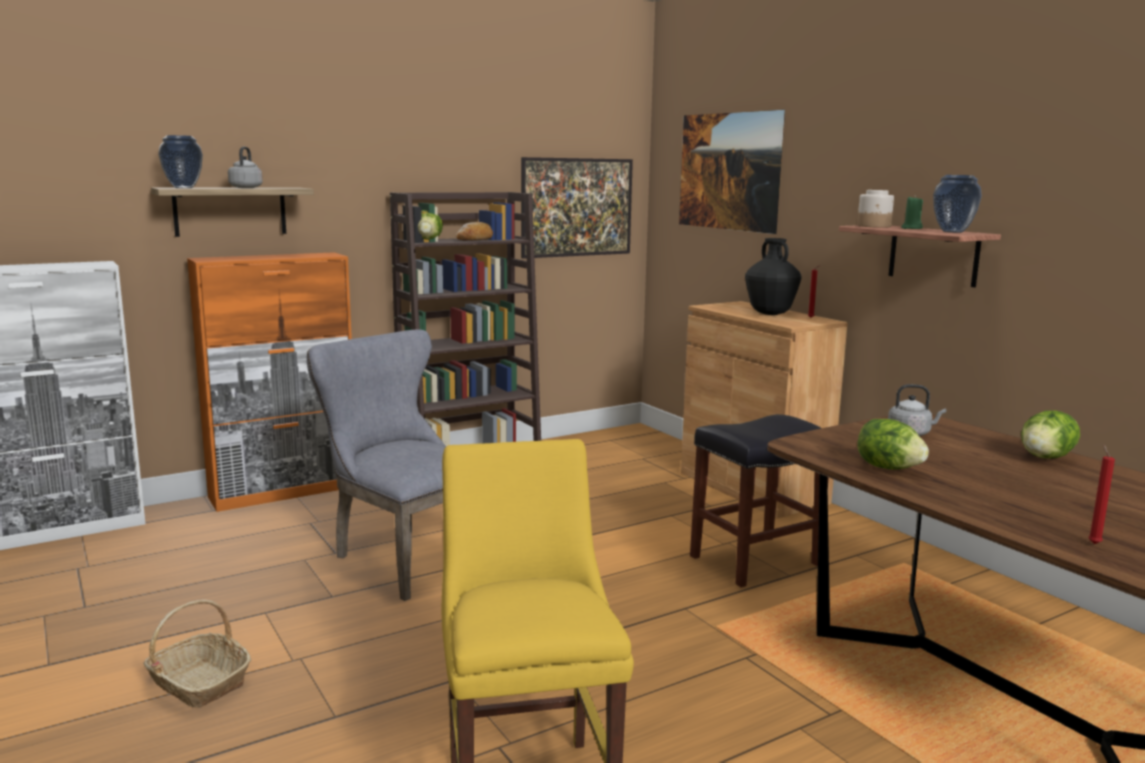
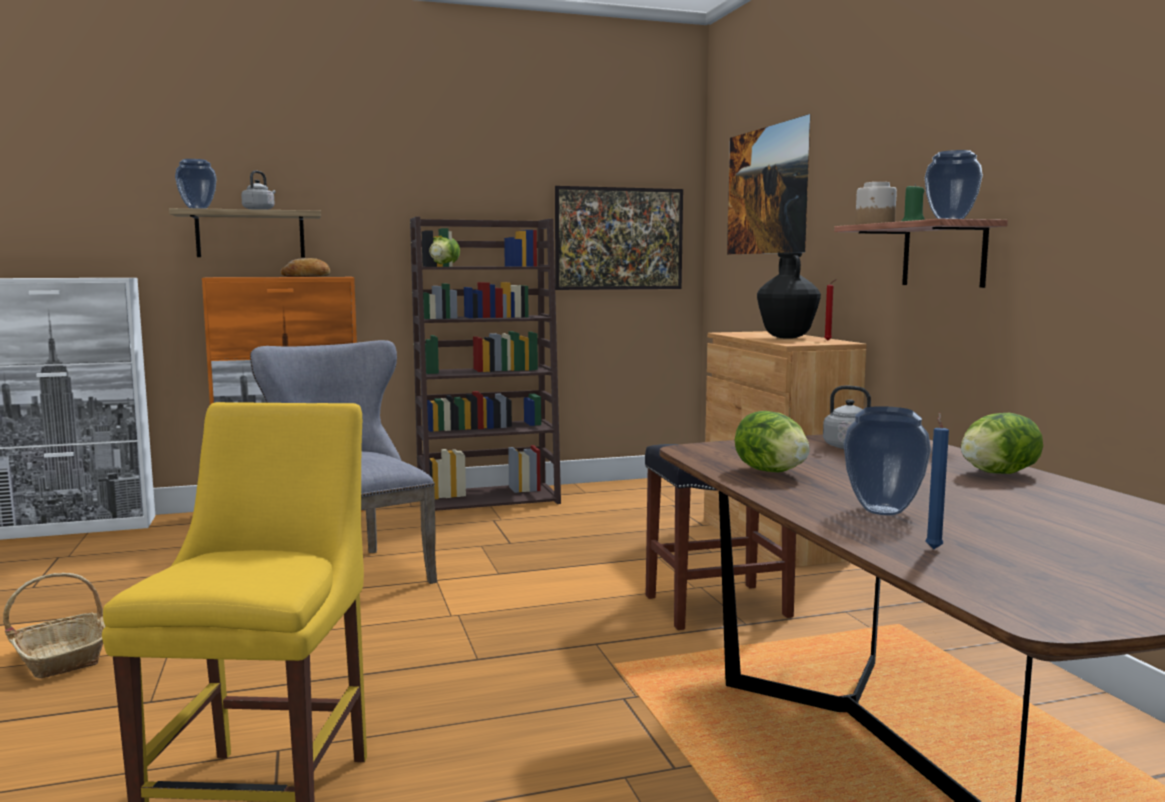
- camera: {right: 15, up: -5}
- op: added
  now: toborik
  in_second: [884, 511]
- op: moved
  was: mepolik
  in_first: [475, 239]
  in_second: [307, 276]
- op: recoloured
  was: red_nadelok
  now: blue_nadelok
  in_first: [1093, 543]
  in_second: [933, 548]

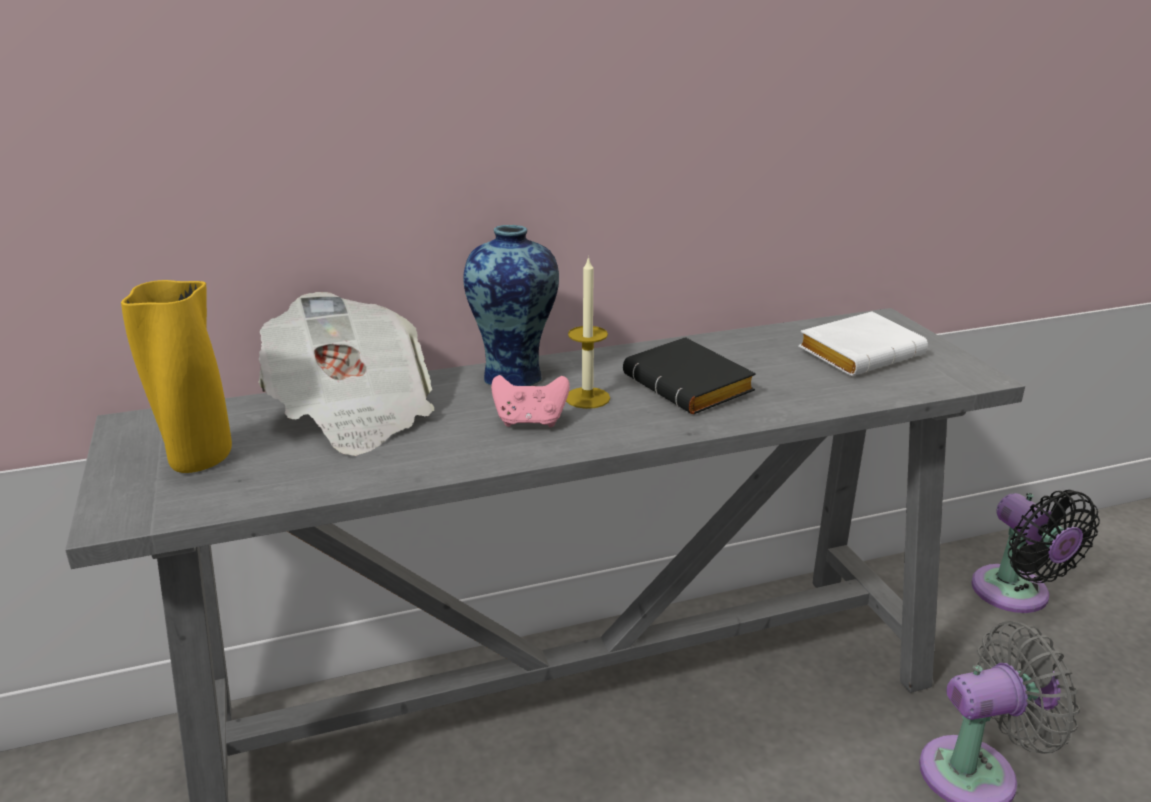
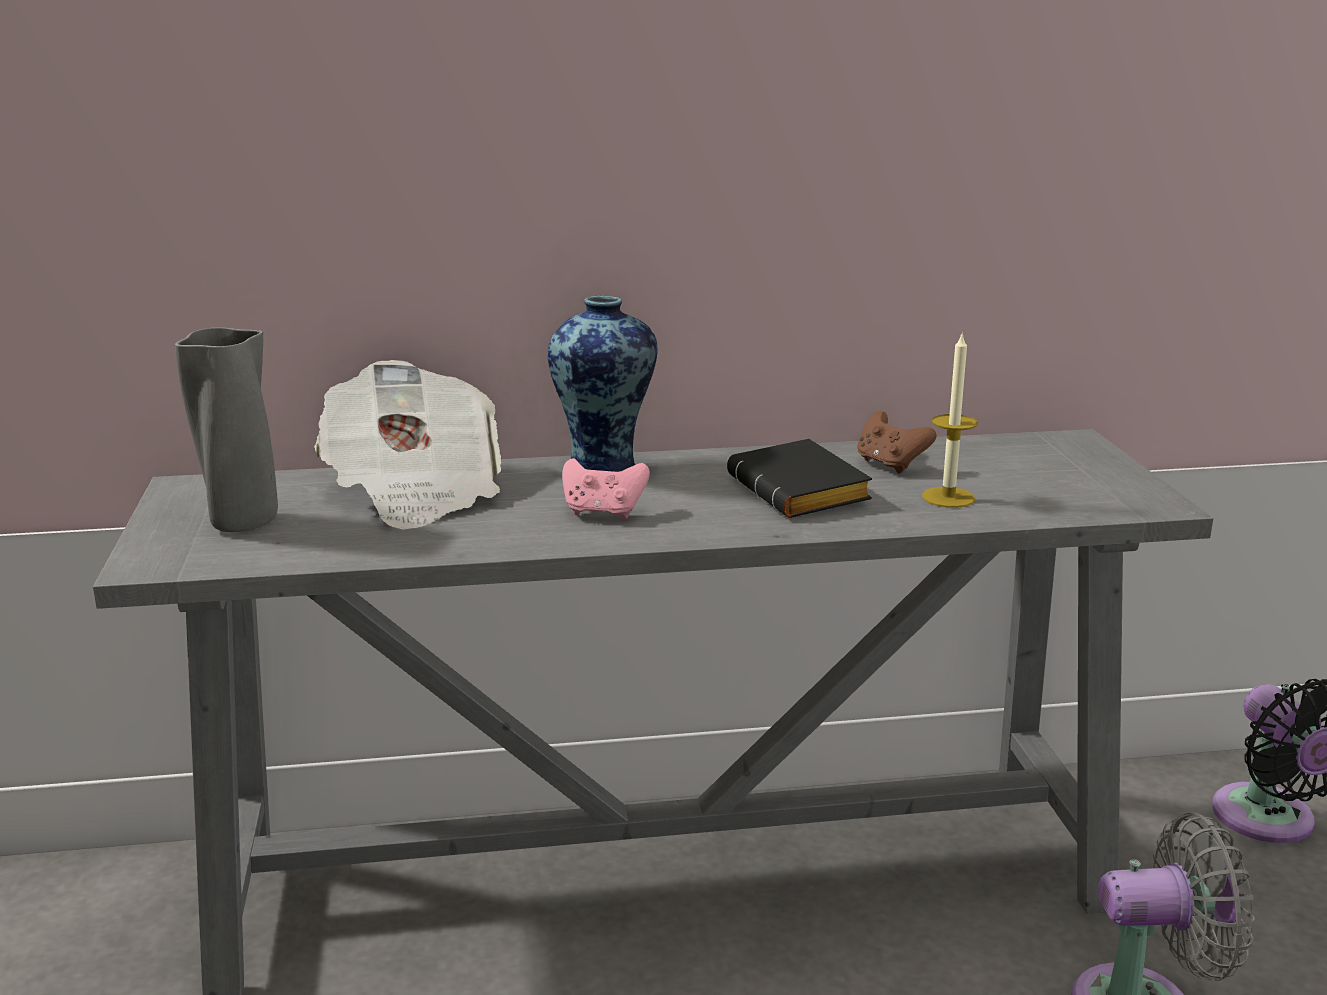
- camera: {right: 10, up: -5}
- op: removed
  was: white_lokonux
  in_first: [860, 352]
- op: added
  now: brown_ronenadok
  in_second: [890, 465]
- op: moved
  was: nadelok
  in_first: [587, 398]
  in_second: [948, 497]
- op: recoloured
  was: yellow_toborik
  now: grey_toborik
  in_first: [199, 460]
  in_second: [242, 522]

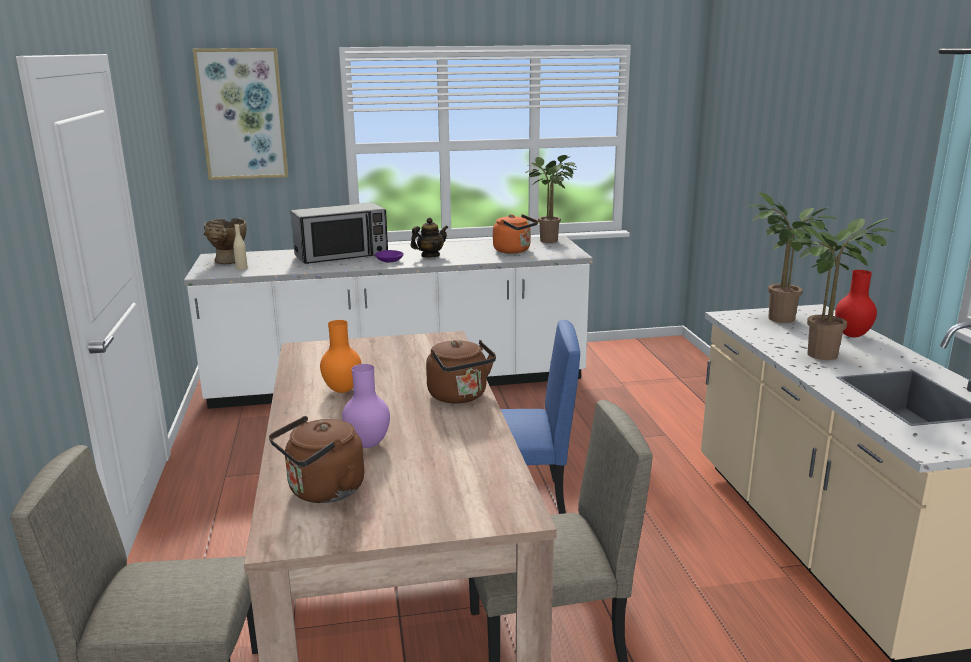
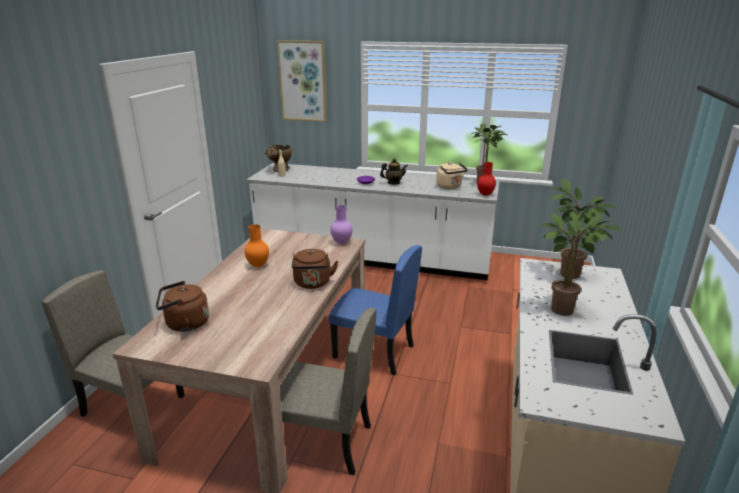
- camera: {right: 25, up: 5}
- op: removed
  was: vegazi
  in_first: [342, 255]
- op: moved
  was: purple_toborik
  in_first: [367, 444]
  in_second: [342, 242]
- op: moved
  was: red_toborik
  in_first: [852, 335]
  in_second: [485, 194]
- op: recoloured
  was: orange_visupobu
  now: beige_visupobu
  in_first: [514, 251]
  in_second: [450, 187]

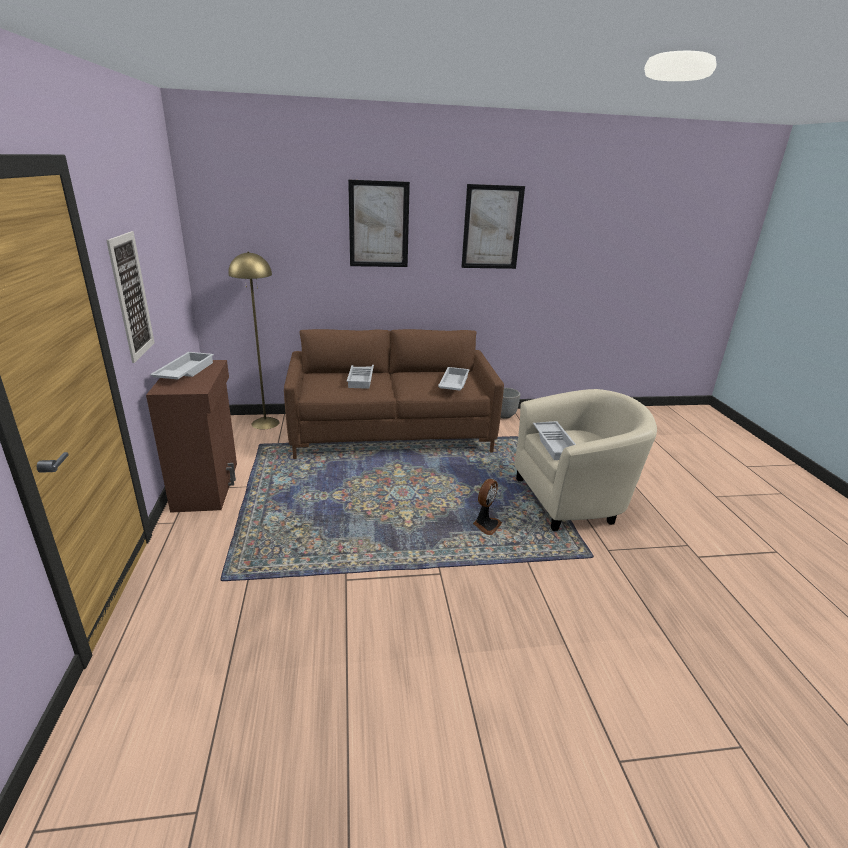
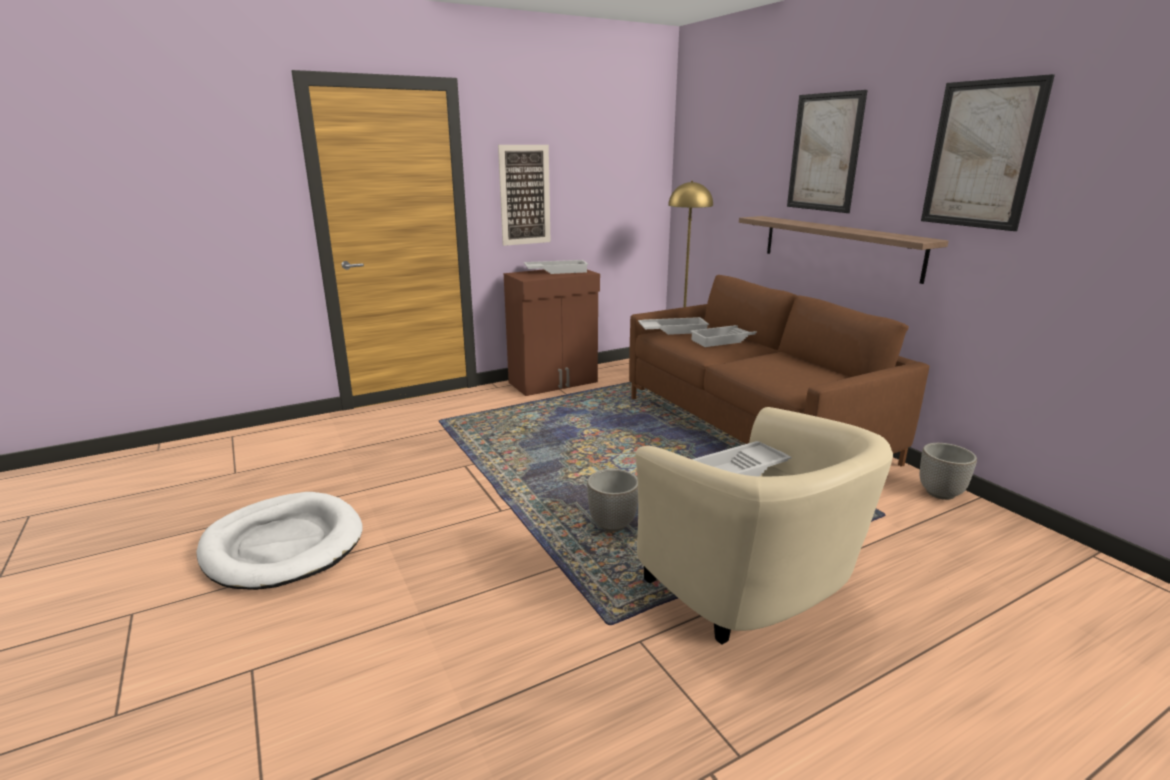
- camera: {right: 70, up: -5}
- op: added
  now: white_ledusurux
  in_second: [283, 545]
- op: added
  now: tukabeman
  in_second: [839, 246]
- op: moved
  was: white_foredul
  in_first: [453, 384]
  in_second: [672, 330]
- op: replaced
  was: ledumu
  now: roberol
  in_first: [486, 525]
  in_second: [613, 524]

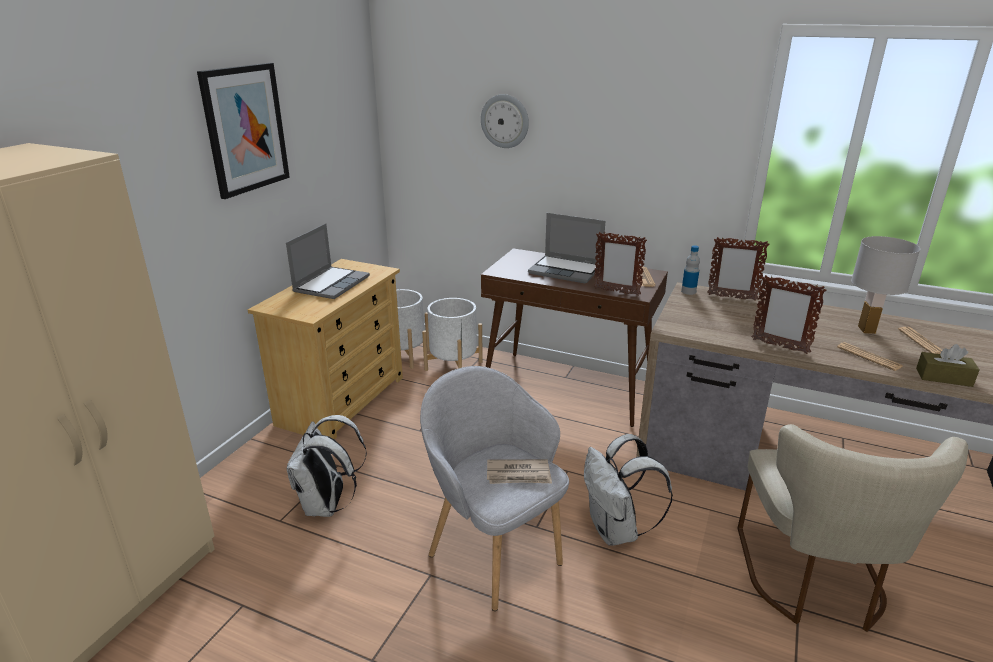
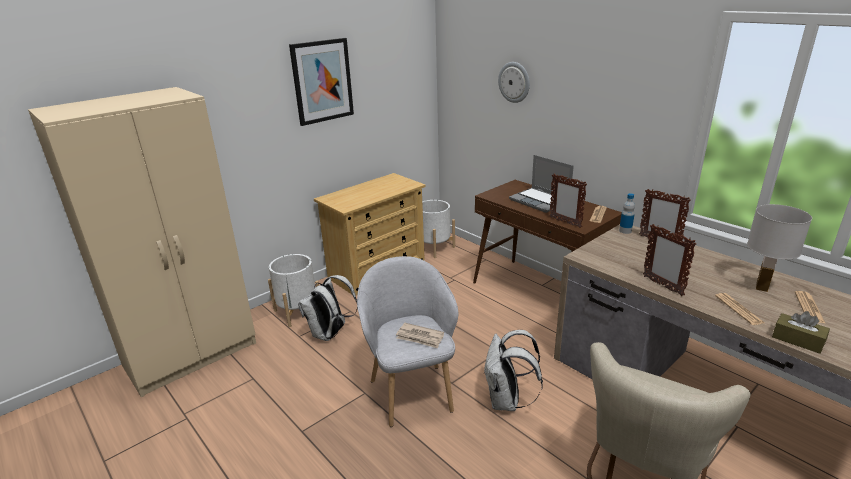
- camera: {right: 25, up: 0}
- op: removed
  was: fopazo
  in_first: [331, 284]
- op: moved
  was: white_roberol
  in_first: [453, 366]
  in_second: [298, 312]

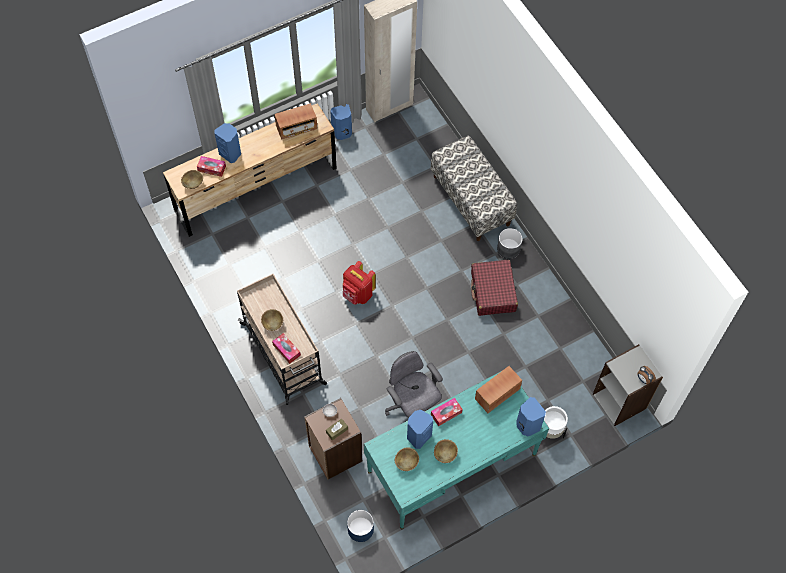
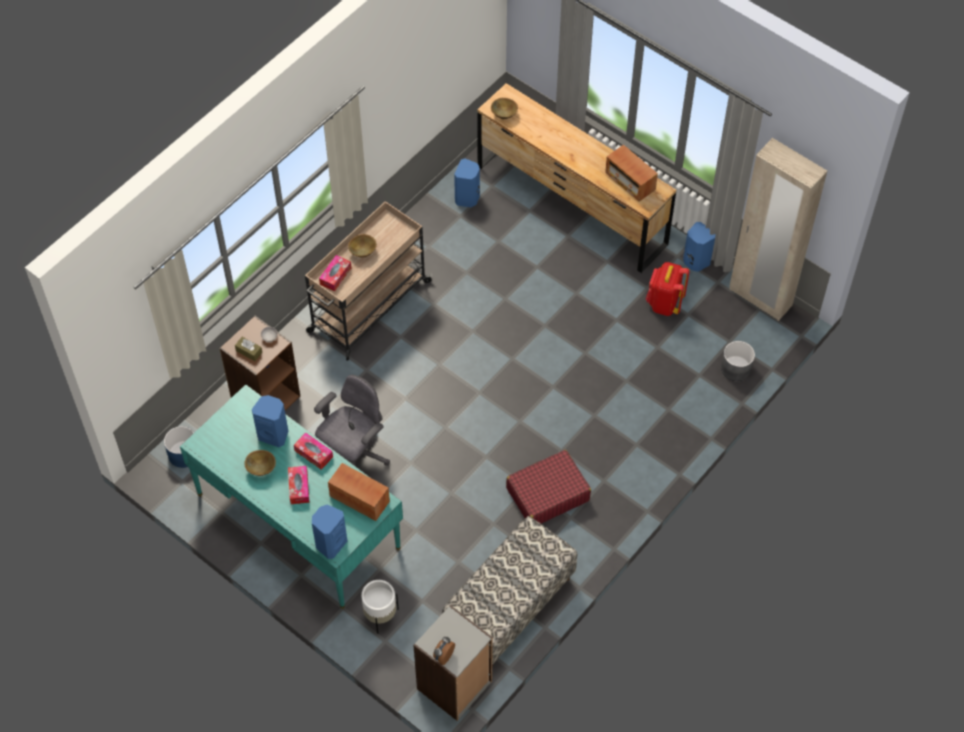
- camera: {right: 70, up: -5}
- op: removed
  was: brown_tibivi
  in_first: [406, 462]
- op: moved
  was: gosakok
  in_first: [212, 168]
  in_second: [299, 487]
- op: moved
  was: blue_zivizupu
  in_first: [231, 153]
  in_second: [468, 198]
- op: moved
  was: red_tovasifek
  in_first: [358, 294]
  in_second: [664, 303]
- op: moved
  was: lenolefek
  in_first: [471, 200]
  in_second: [509, 607]
- op: moved
  was: grey_roberol
  in_first: [508, 248]
  in_second: [736, 368]

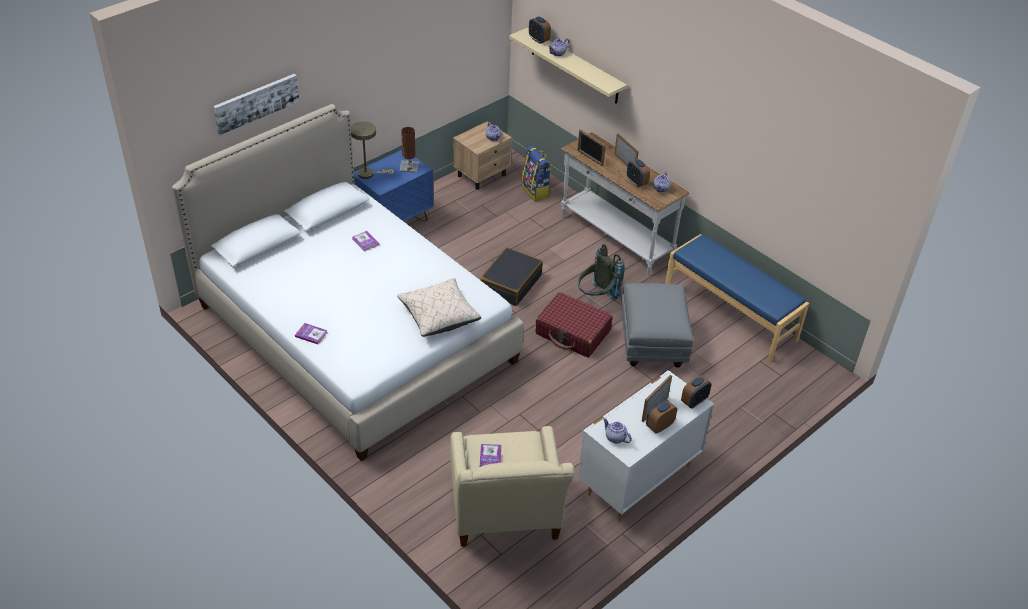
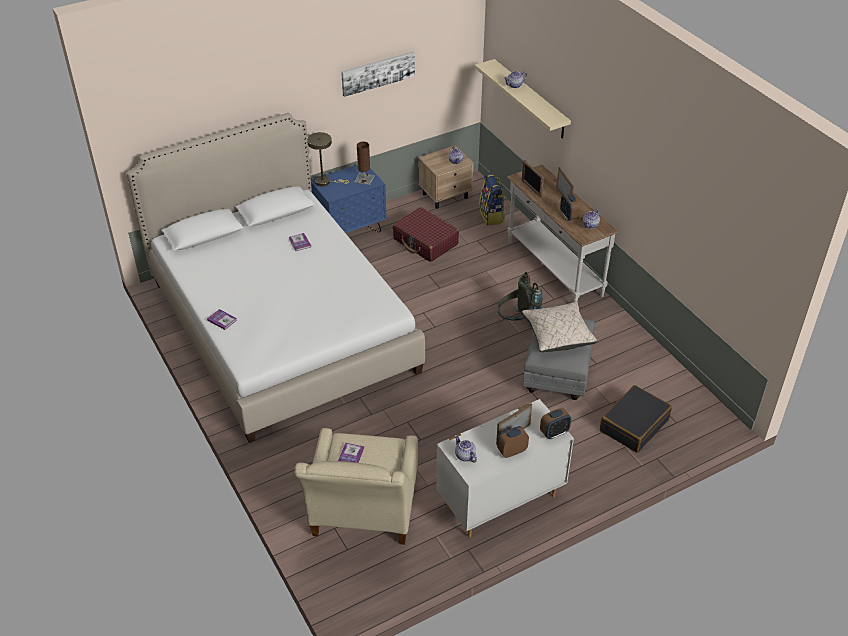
- camera: {right: 15, up: 0}
- op: removed
  was: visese
  in_first: [538, 40]
- op: removed
  was: blue_lenolefek
  in_first: [730, 314]
- op: moved
  was: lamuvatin
  in_first: [256, 102]
  in_second: [377, 73]
- op: moved
  was: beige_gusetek
  in_first: [439, 316]
  in_second: [558, 335]
- op: moved
  was: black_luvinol
  in_first: [510, 283]
  in_second: [633, 425]
- op: moved
  was: red_luvinol
  in_first: [573, 333]
  in_second: [425, 242]

